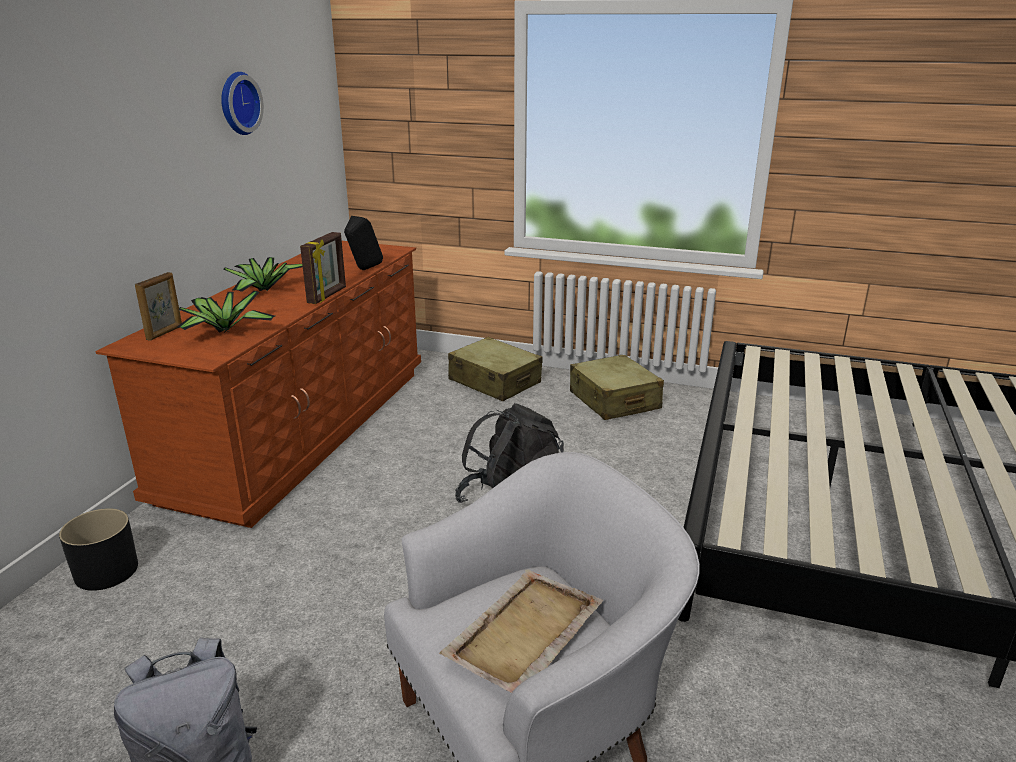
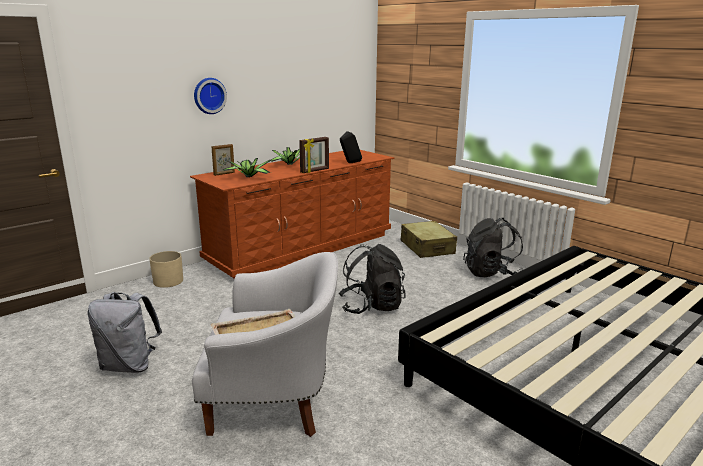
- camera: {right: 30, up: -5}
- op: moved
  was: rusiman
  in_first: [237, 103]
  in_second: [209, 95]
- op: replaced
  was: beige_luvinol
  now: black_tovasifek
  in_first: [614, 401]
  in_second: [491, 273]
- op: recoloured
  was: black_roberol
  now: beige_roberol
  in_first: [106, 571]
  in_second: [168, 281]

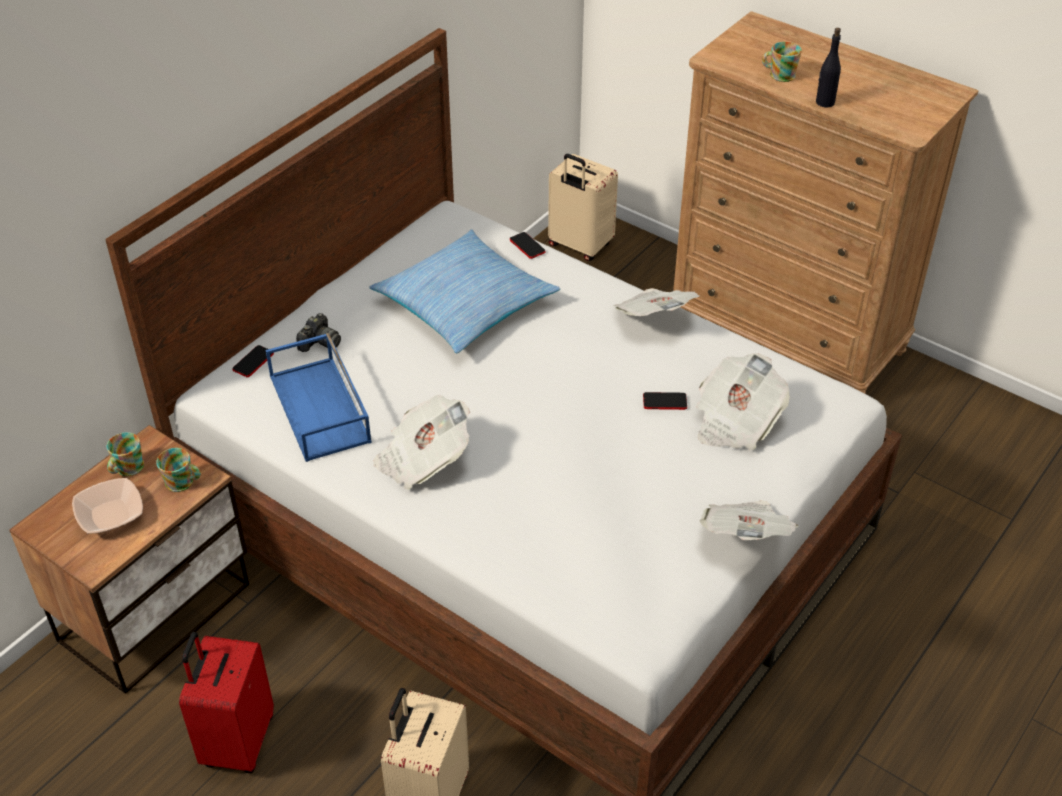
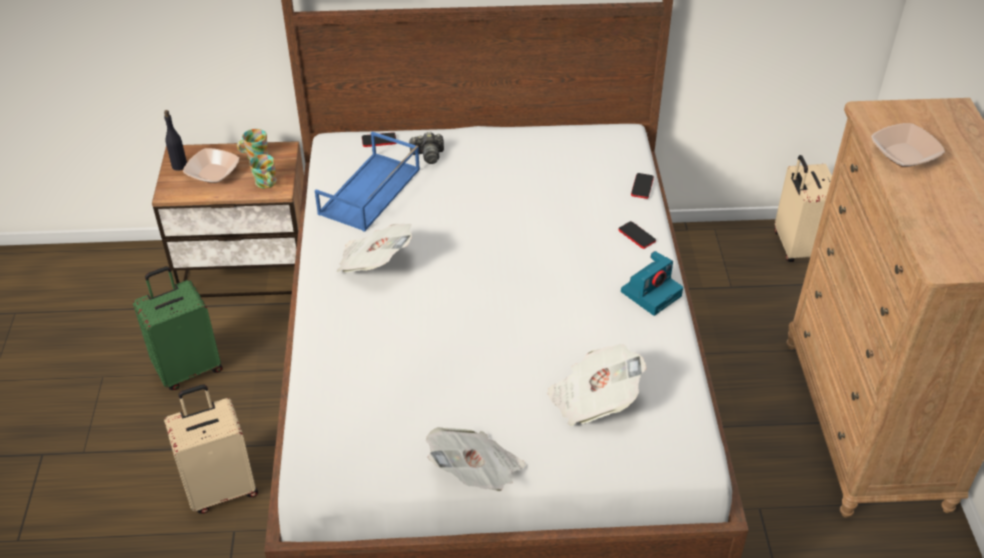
- camera: {right: 50, up: 0}
- op: removed
  was: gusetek
  in_first: [464, 304]
- op: moved
  was: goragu
  in_first: [664, 401]
  in_second: [637, 235]
- op: moved
  was: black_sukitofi
  in_first: [824, 102]
  in_second: [179, 165]
- op: replaced
  was: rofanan
  now: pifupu
  in_first: [654, 318]
  in_second: [651, 293]
- op: replaced
  was: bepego
  now: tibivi
  in_first: [778, 75]
  in_second: [903, 155]
- op: recoloured
  was: red_luvinol
  now: green_luvinol
  in_first: [237, 742]
  in_second: [188, 368]

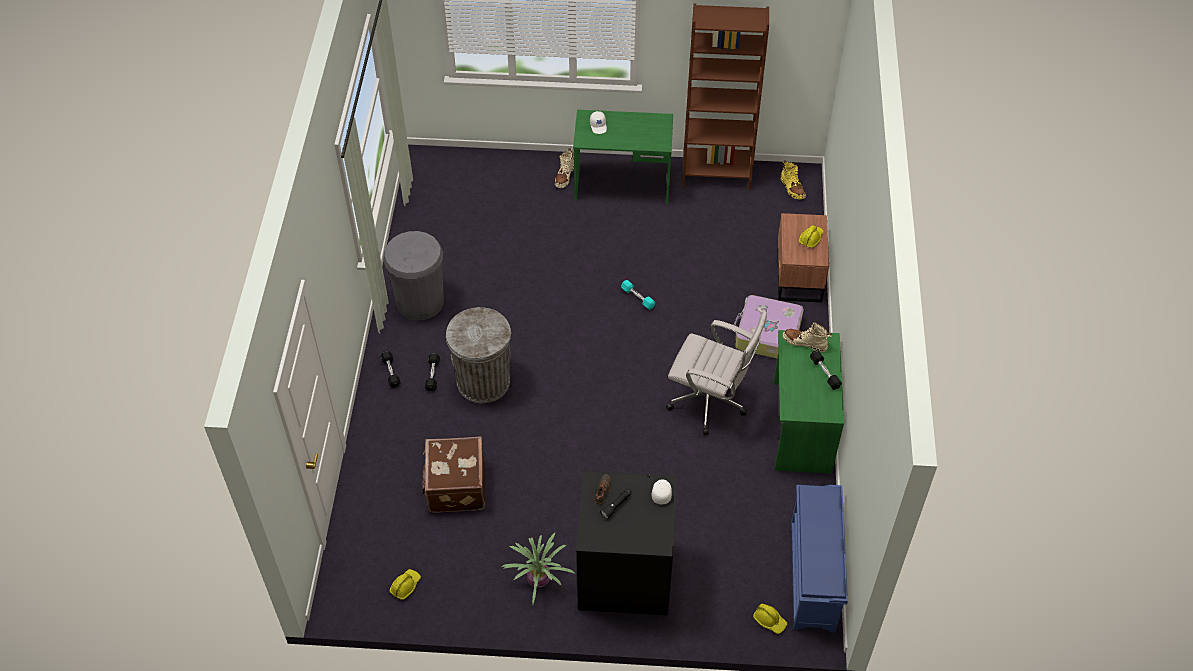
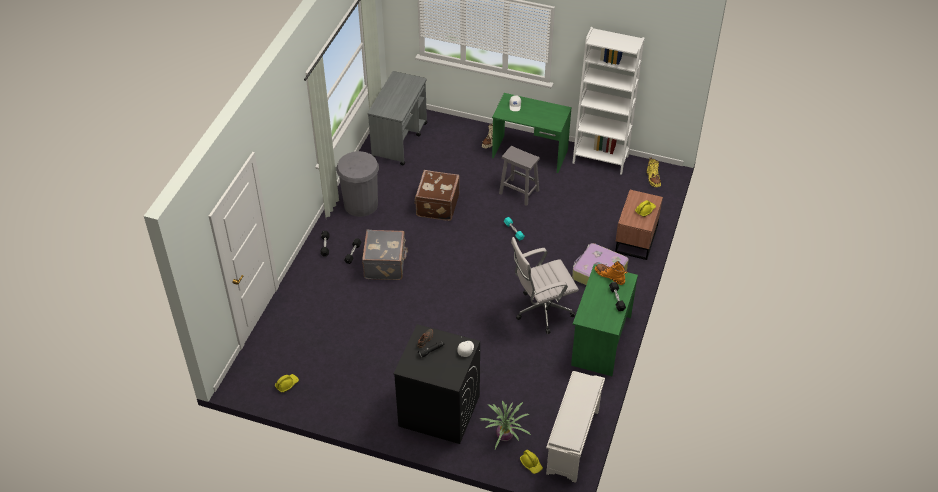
- camera: {right: 15, up: -5}
- op: added
  now: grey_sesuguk
  in_second: [399, 140]
- op: added
  now: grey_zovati
  in_second: [518, 192]
- op: moved
  was: brown_luvinol
  in_first: [455, 487]
  in_second: [436, 205]
- op: moved
  was: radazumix
  in_first: [538, 581]
  in_second: [504, 436]
- op: replaced
  was: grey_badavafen
  now: grey_luvinol
  in_first: [483, 381]
  in_second: [386, 264]
- op: recoloured
  was: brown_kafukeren
  now: white_kafukeren
  in_first: [716, 174]
  in_second: [600, 159]
- op: recoloured
  was: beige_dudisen
  now: orange_dudisen
  in_first: [804, 342]
  in_second: [610, 276]
- op: recoloured
  was: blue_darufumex
  now: white_darufumex
  in_first: [813, 577]
  in_second: [573, 443]
- op: turned
  was: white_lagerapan
  in_first: [711, 403]
  in_second: [541, 311]
  clockwise: 120

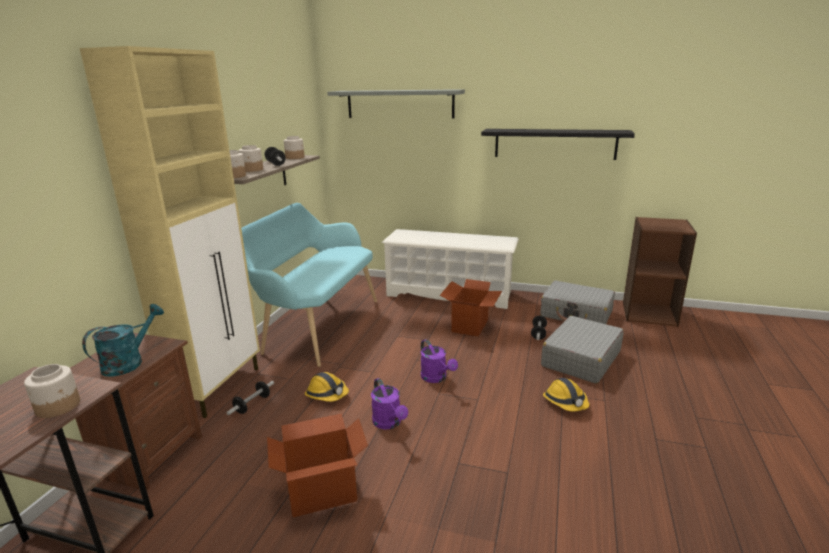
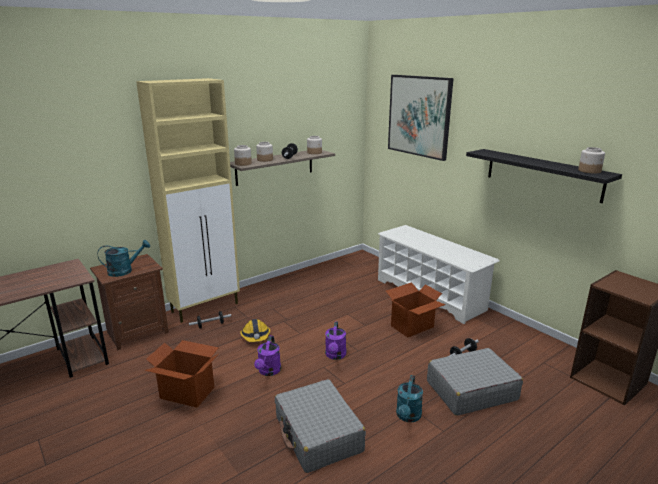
- camera: {right: 35, up: 0}
- op: removed
  was: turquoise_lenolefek
  in_first: [317, 326]
- op: moved
  was: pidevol
  in_first: [58, 406]
  in_second: [589, 171]
- op: moved
  was: grey_luvinol
  in_first: [576, 314]
  in_second: [318, 434]
- op: replaced
  was: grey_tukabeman
  now: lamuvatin
  in_first: [400, 104]
  in_second: [419, 116]
- op: replaced
  was: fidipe
  now: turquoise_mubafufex
  in_first: [565, 402]
  in_second: [408, 417]

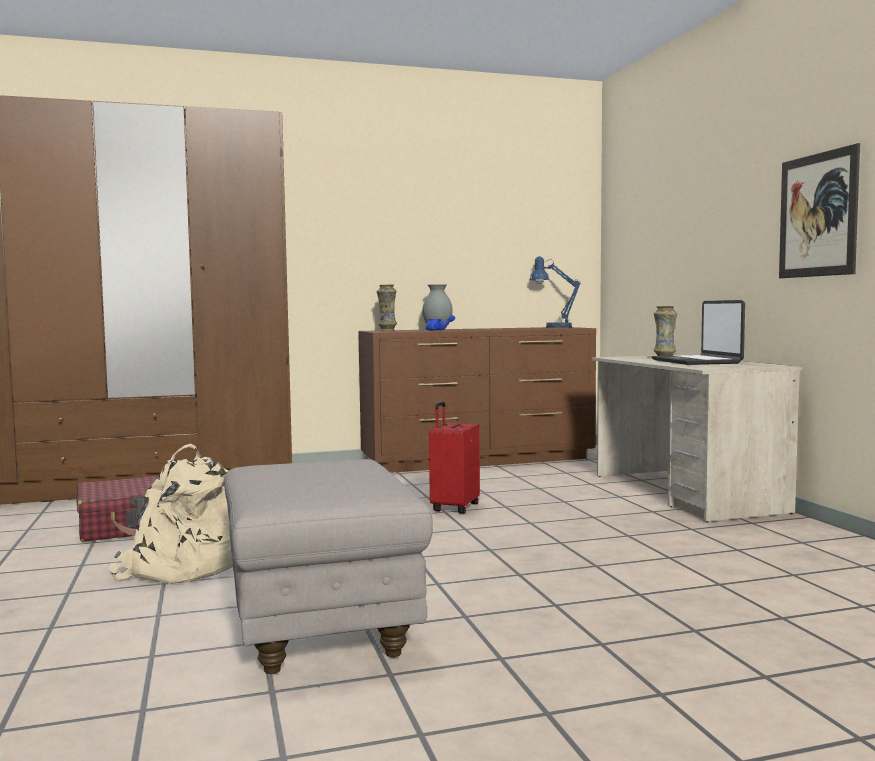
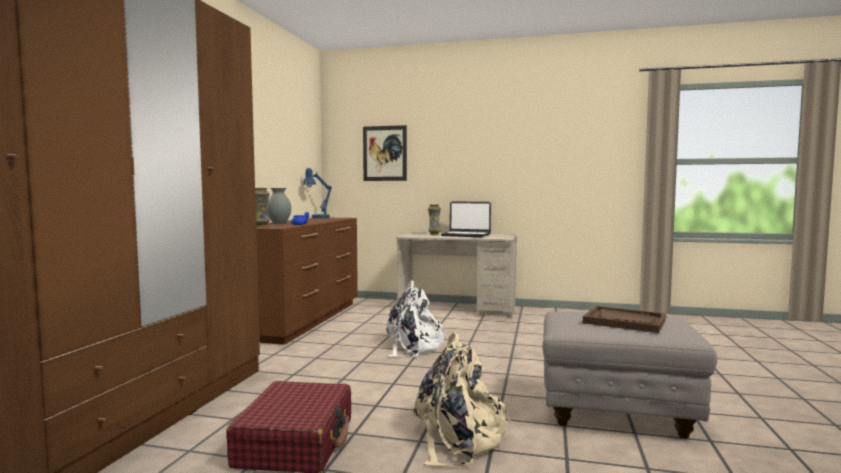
- camera: {right: -60, up: 0}
- op: added
  now: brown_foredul
  in_second: [624, 321]
- op: moved
  was: lamuvatin
  in_first: [817, 215]
  in_second: [384, 153]
- op: replaced
  was: red_luvinol
  now: white_tovasifek
  in_first: [454, 508]
  in_second: [414, 347]

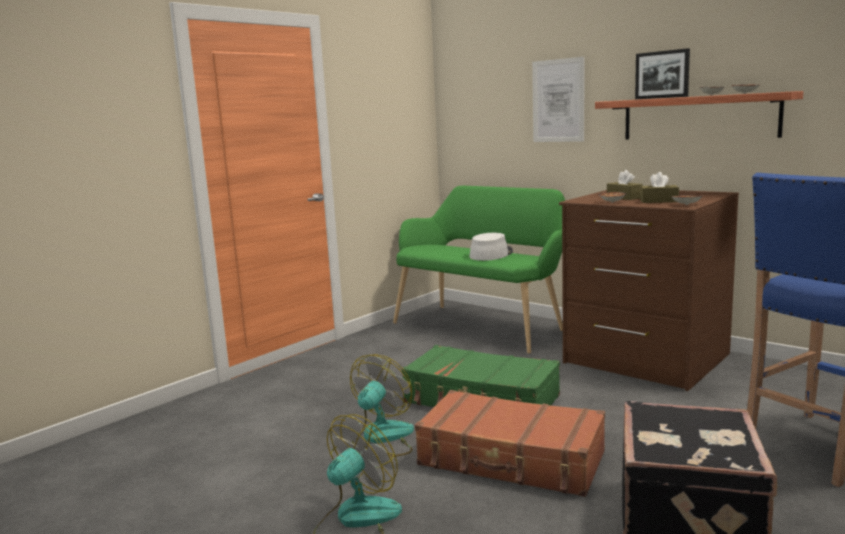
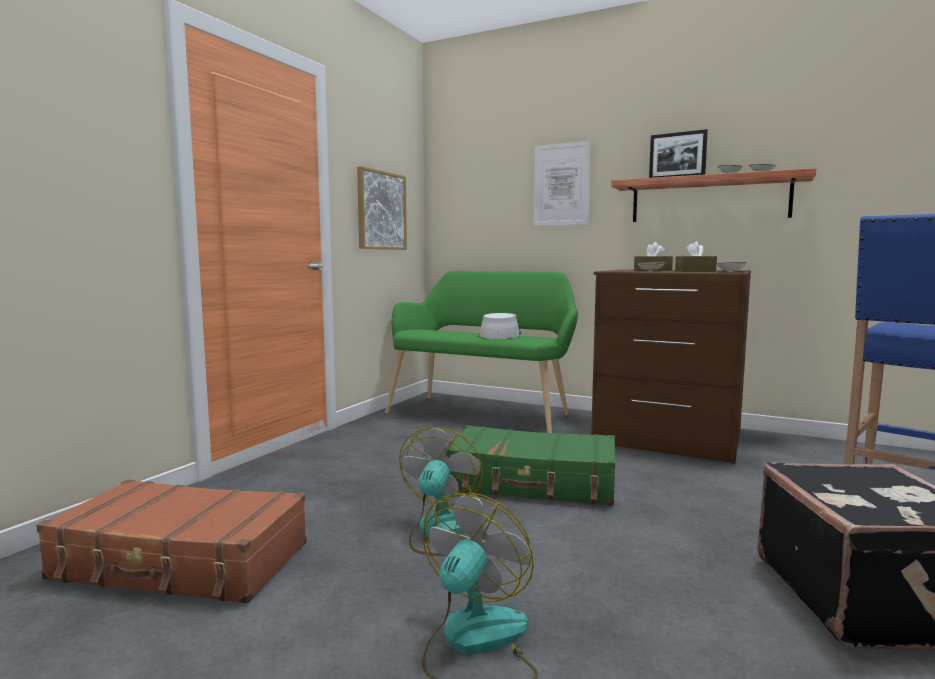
- camera: {right: -15, up: -5}
- op: added
  now: lamuvatin
  in_second: [381, 210]
- op: moved
  was: brown_luvinol
  in_first: [511, 459]
  in_second: [181, 562]

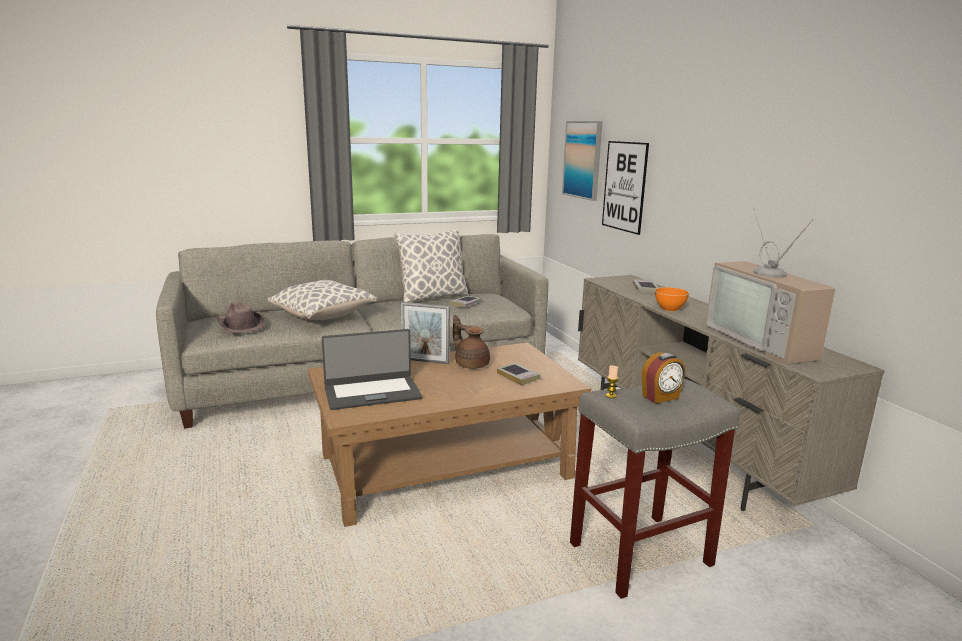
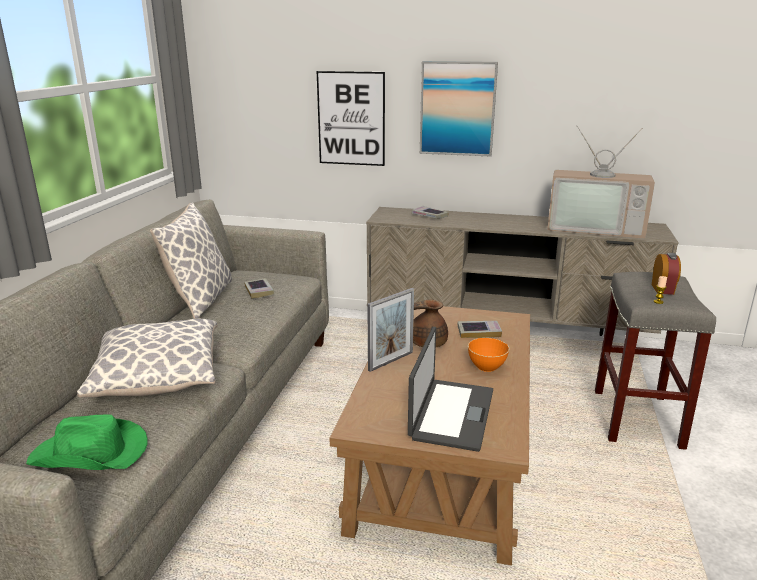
- camera: {right: -55, up: 5}
- op: moved
  was: lamuvatin
  in_first: [583, 159]
  in_second: [457, 108]
- op: moved
  was: orange_tibivi
  in_first: [669, 309]
  in_second: [486, 367]
- op: recoloured
  was: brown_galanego
  now: green_galanego
  in_first: [239, 325]
  in_second: [91, 454]

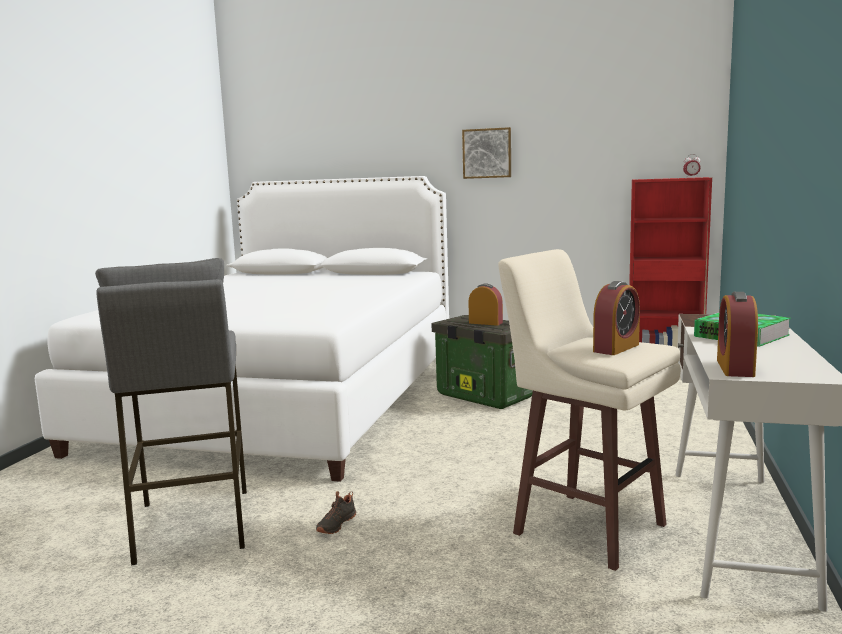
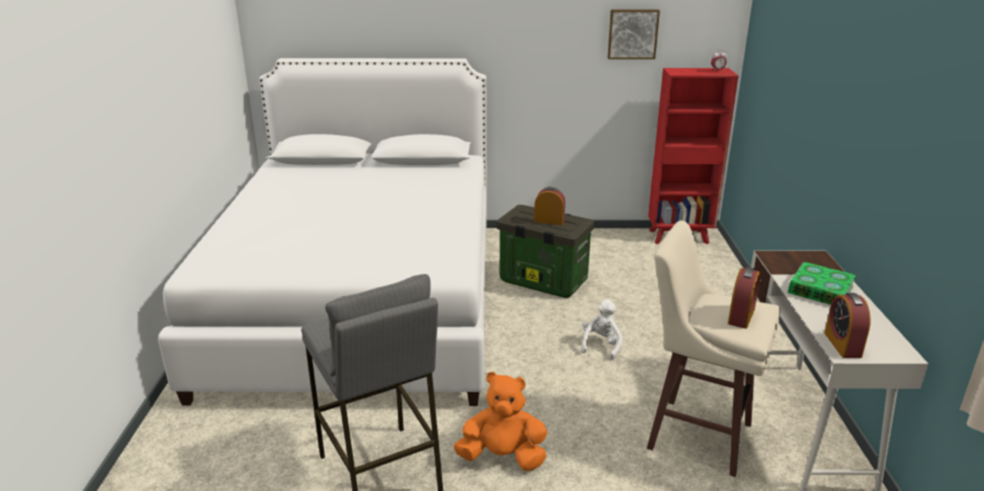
- camera: {right: -15, up: 15}
- op: added
  now: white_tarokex
  in_second: [601, 345]
- op: moved
  was: lamuvatin
  in_first: [487, 153]
  in_second: [632, 34]
- op: replaced
  was: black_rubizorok
  now: orange_tarokex
  in_first: [335, 524]
  in_second: [503, 457]

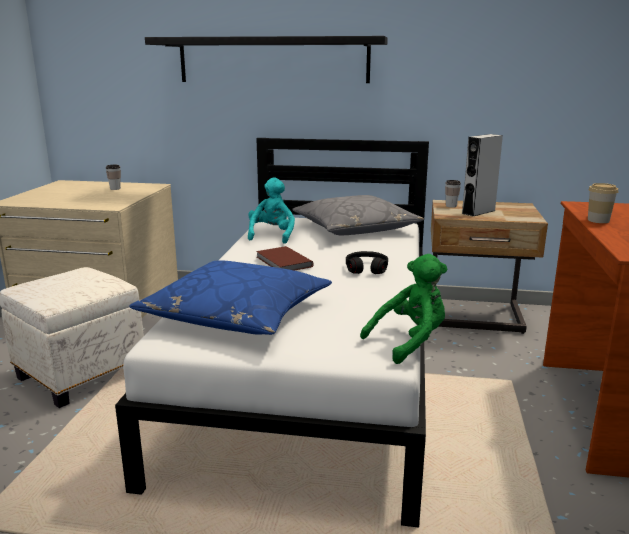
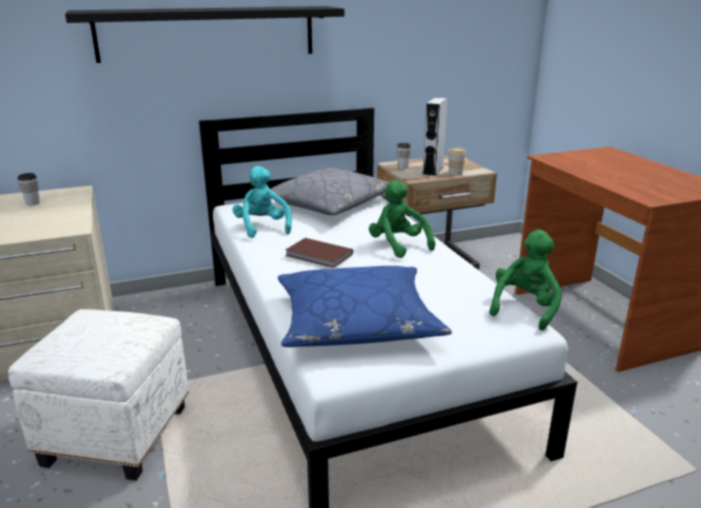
- camera: {right: -30, up: 5}
- op: moved
  was: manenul
  in_first: [598, 220]
  in_second: [455, 173]
- op: replaced
  was: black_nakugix
  now: green_tarokex
  in_first: [366, 268]
  in_second: [398, 245]

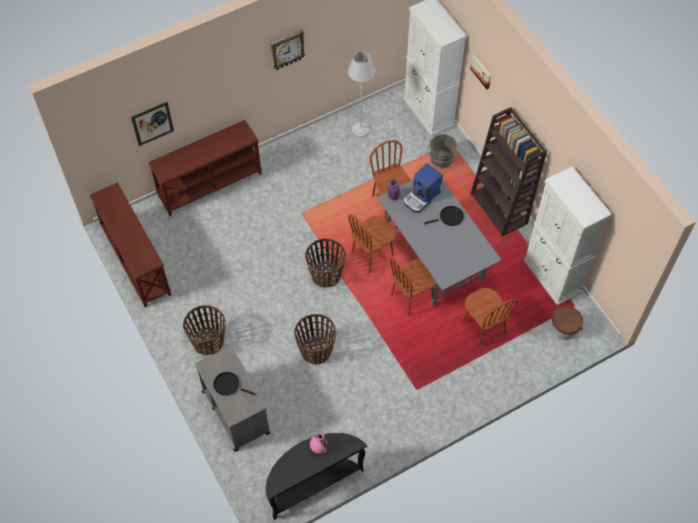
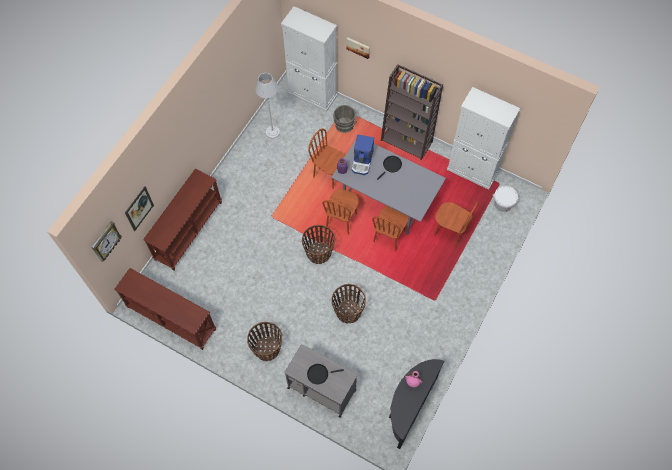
- camera: {right: -30, up: 5}
- op: moved
  was: rusiman
  in_first: [286, 49]
  in_second: [105, 241]
- op: recoloured
  was: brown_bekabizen
  now: white_bekabizen
  in_first: [563, 329]
  in_second: [503, 204]

